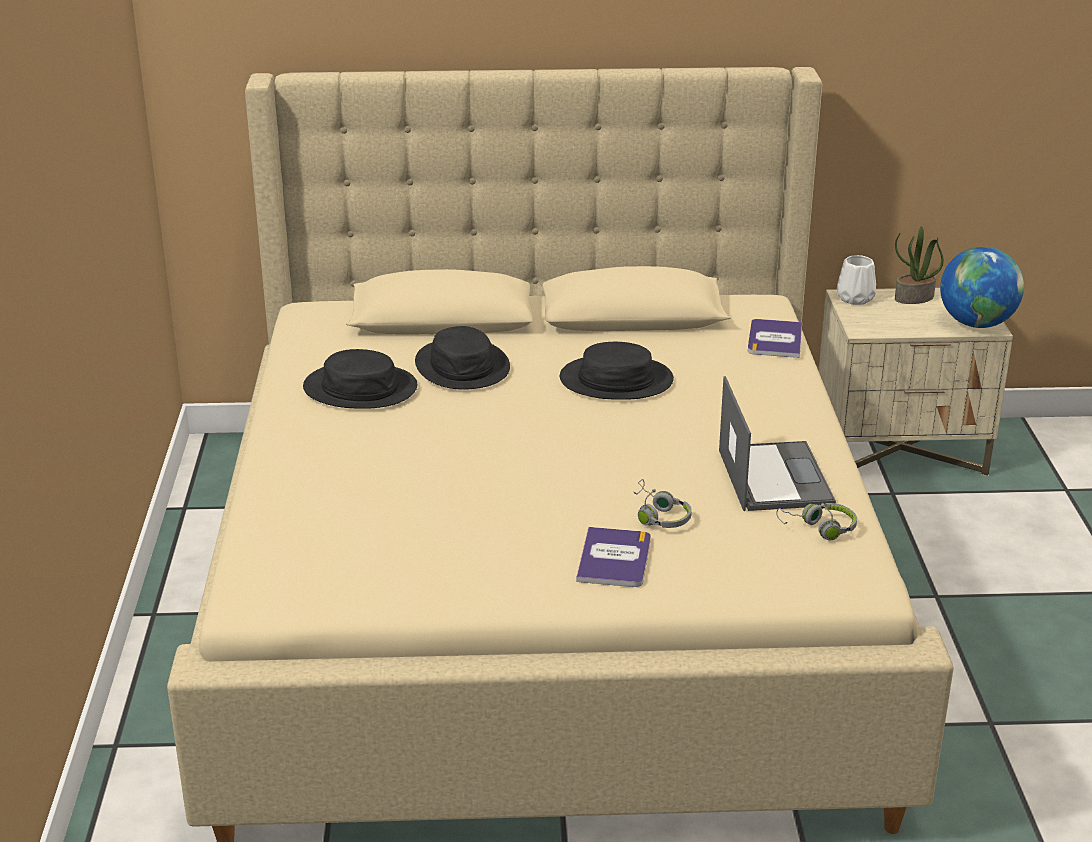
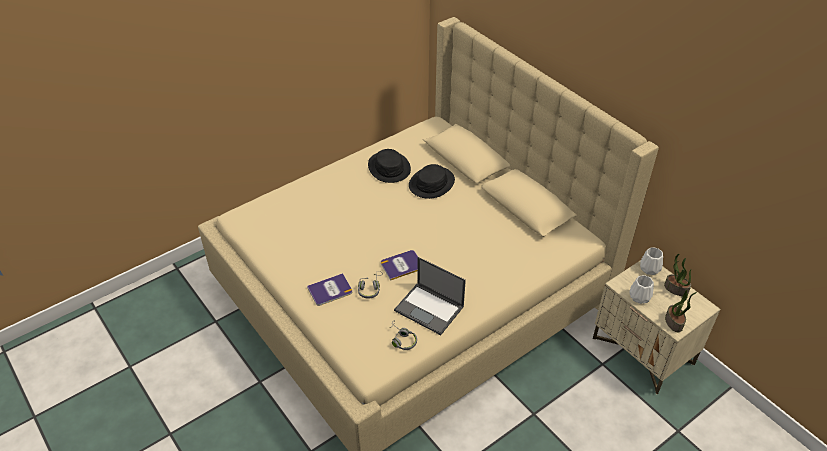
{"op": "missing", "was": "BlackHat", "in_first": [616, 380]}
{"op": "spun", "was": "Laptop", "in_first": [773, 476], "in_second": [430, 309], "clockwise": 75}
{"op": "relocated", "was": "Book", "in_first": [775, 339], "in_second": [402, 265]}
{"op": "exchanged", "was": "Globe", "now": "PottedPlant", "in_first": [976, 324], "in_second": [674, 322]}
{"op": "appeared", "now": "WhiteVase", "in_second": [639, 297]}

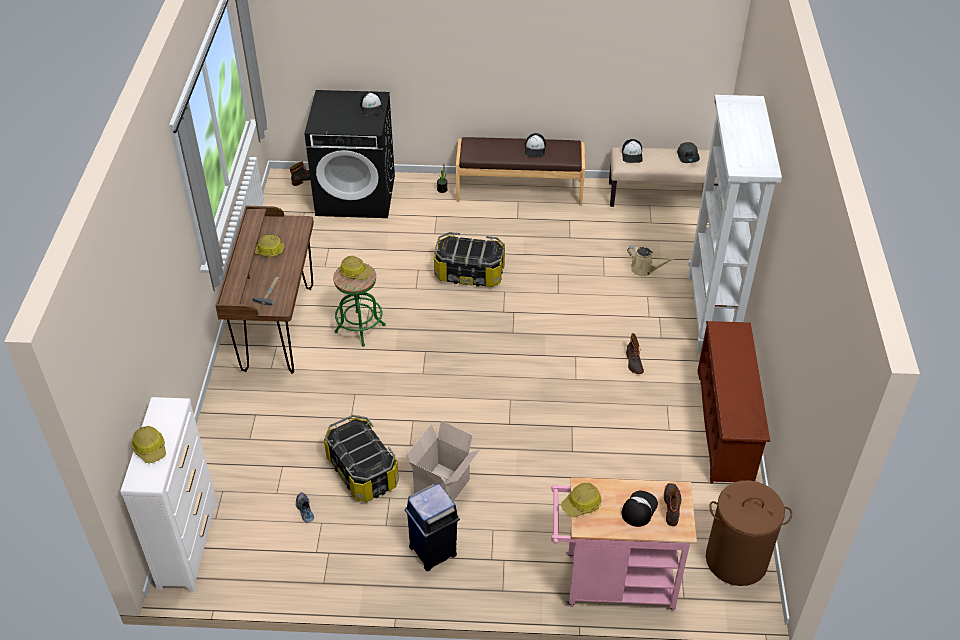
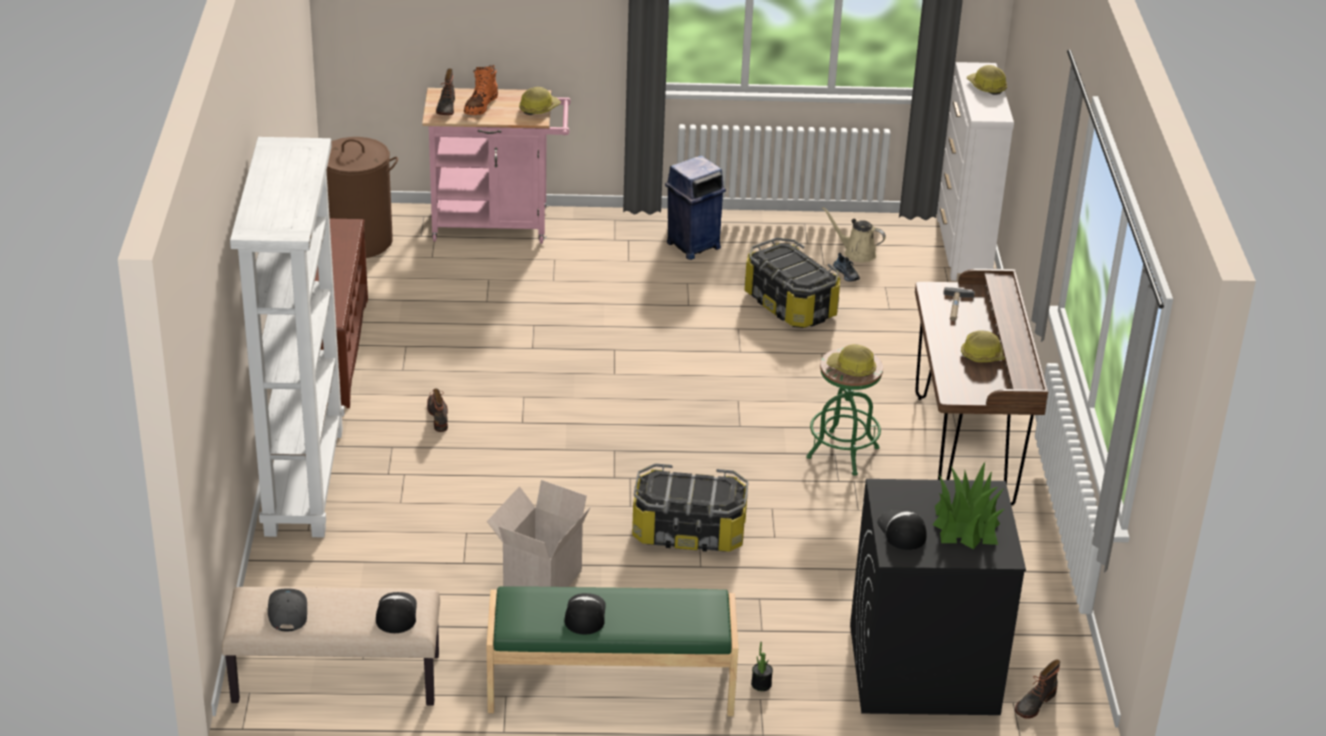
{"op": "relocated", "was": "CardboardBox", "in_first": [443, 488], "in_second": [541, 578]}
{"op": "colour", "was": "BrownBench", "now": "GreenBench", "in_first": [519, 190], "in_second": [611, 687]}
{"op": "exchanged", "was": "Cap", "now": "OrangeBoot", "in_first": [639, 509], "in_second": [480, 105]}
{"op": "relocated", "was": "BeigeWateringCan", "in_first": [644, 270], "in_second": [856, 253]}
{"op": "appeared", "now": "PottedPlant", "in_second": [966, 525]}

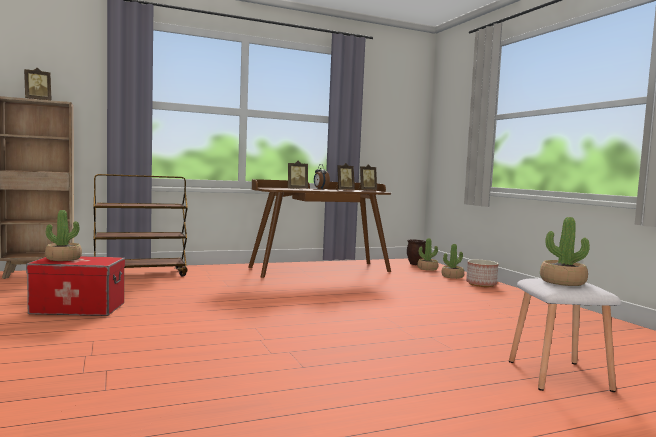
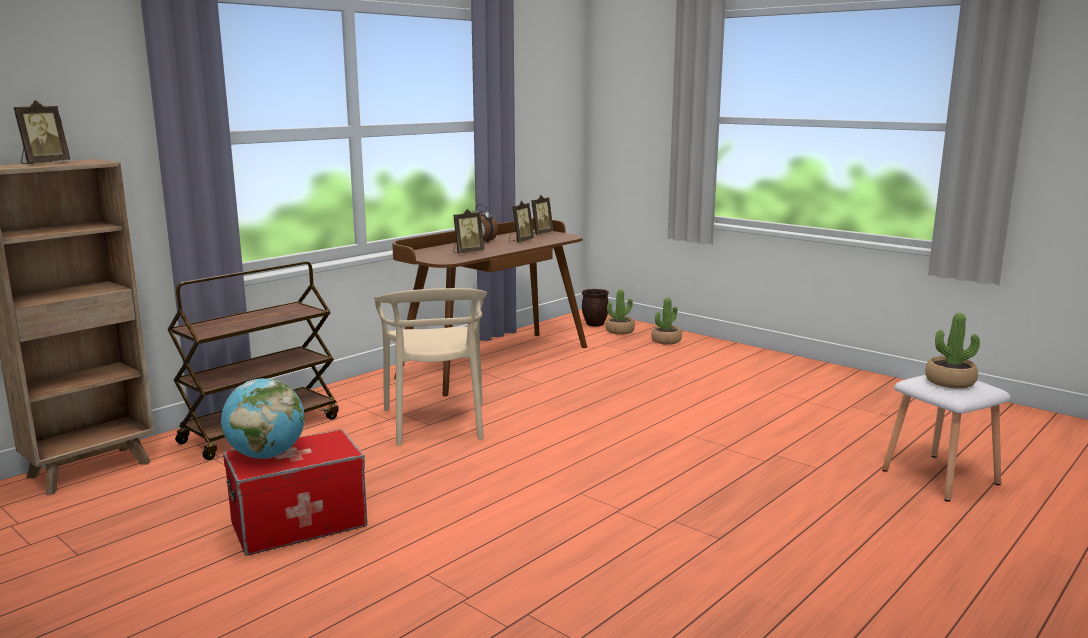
{"op": "exchanged", "was": "PottedPlant", "now": "Globe", "in_first": [63, 258], "in_second": [266, 455]}
{"op": "missing", "was": "Planter", "in_first": [481, 284]}
{"op": "appeared", "now": "BeigeChair", "in_second": [436, 423]}

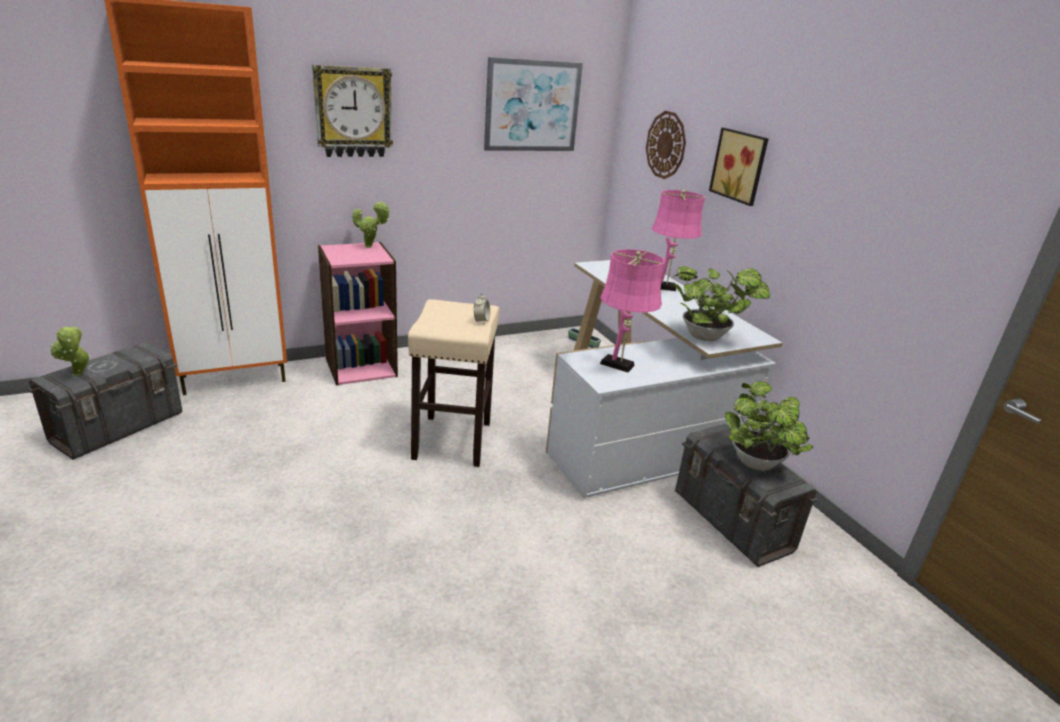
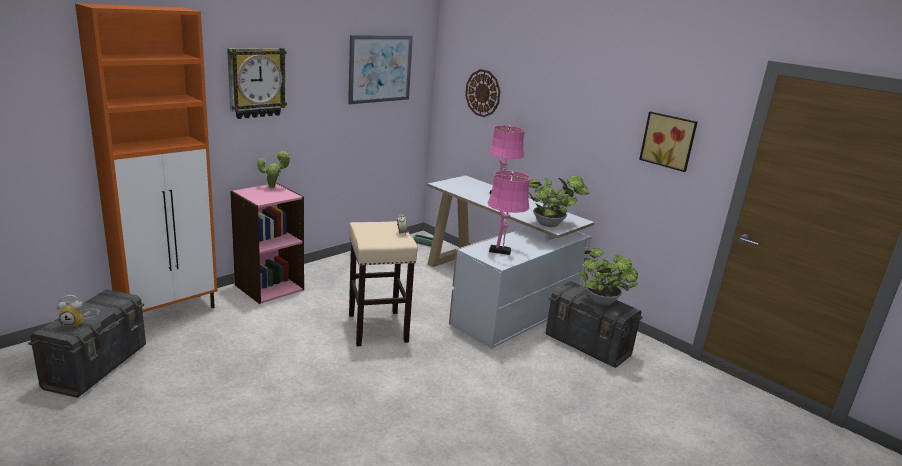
{"op": "exchanged", "was": "PottedPlant", "now": "AlarmClock", "in_first": [78, 375], "in_second": [74, 323]}
{"op": "relocated", "was": "Picture", "in_first": [740, 166], "in_second": [669, 140]}

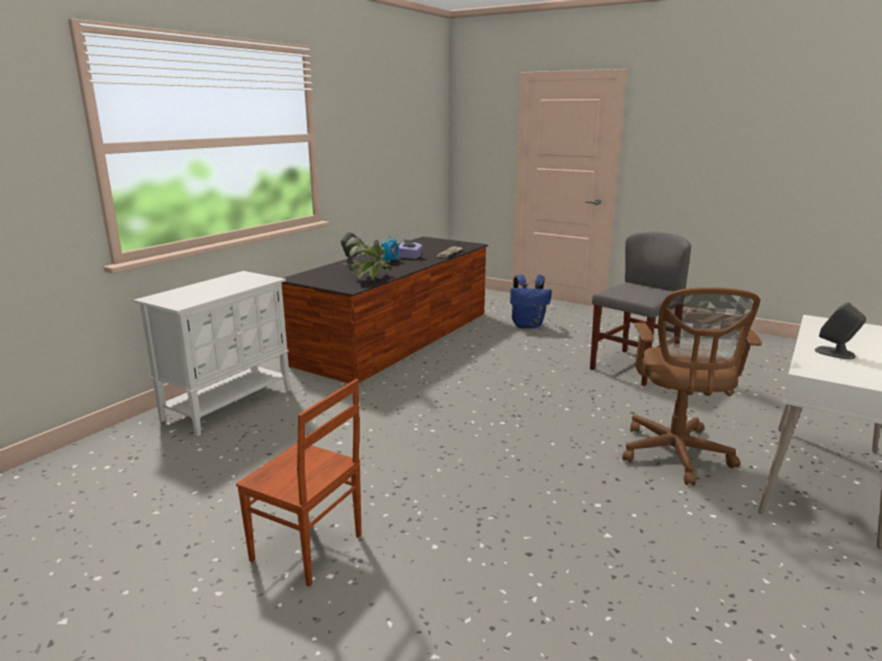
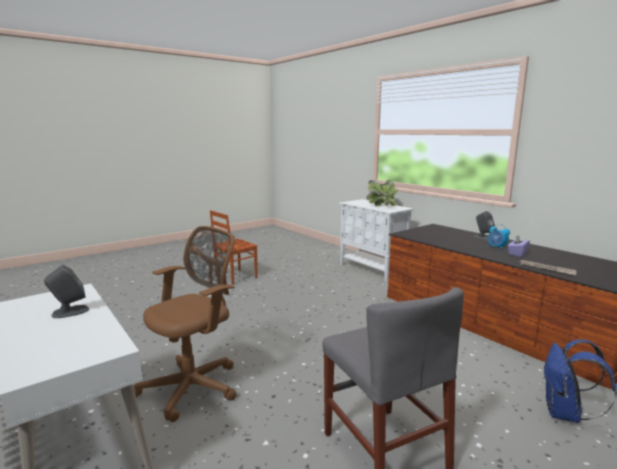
{"op": "relocated", "was": "PottedPlant", "in_first": [370, 278], "in_second": [381, 206]}
{"op": "spun", "was": "BrownOfficeChair", "in_first": [675, 456], "in_second": [194, 386], "clockwise": 105}

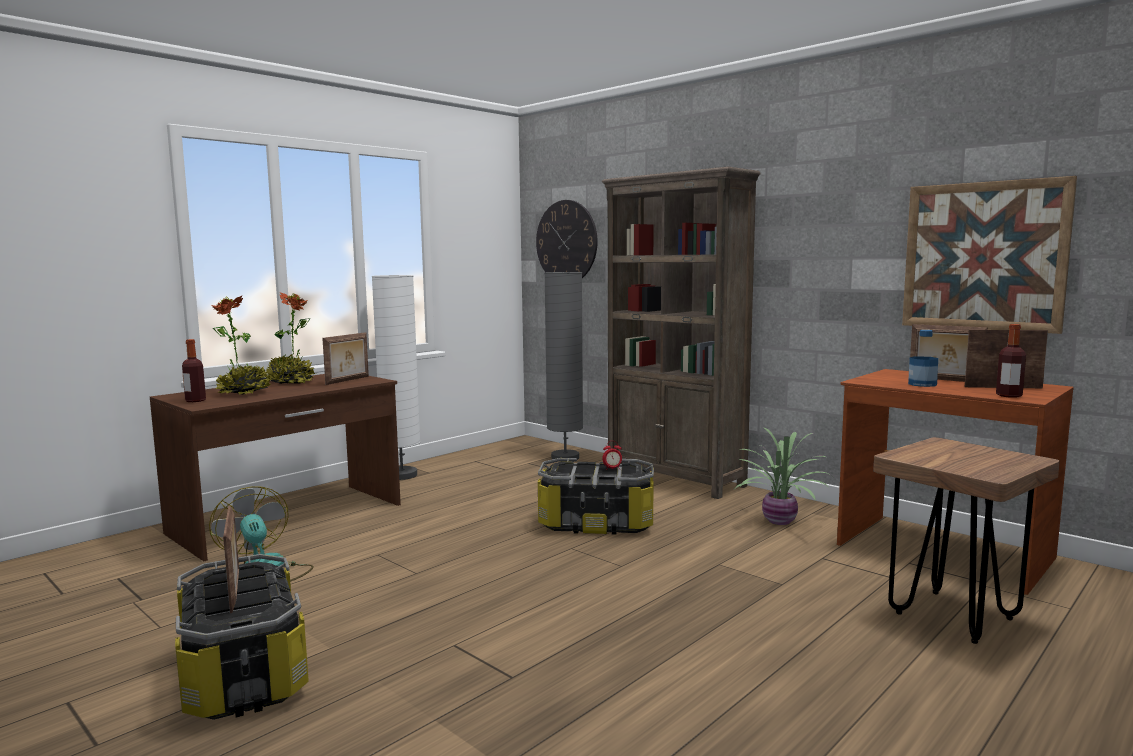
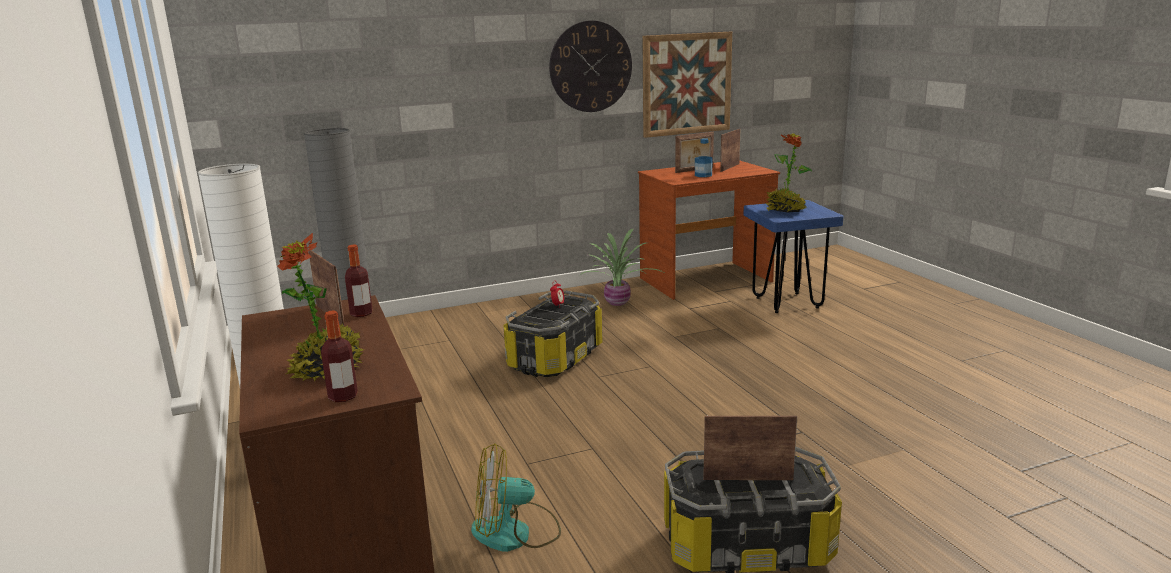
{"op": "relocated", "was": "PottedPlant", "in_first": [291, 382], "in_second": [785, 211]}
{"op": "relocated", "was": "WallClock", "in_first": [566, 242], "in_second": [590, 66]}
{"op": "missing", "was": "BrownBookcase", "in_first": [675, 479]}
{"op": "colour", "was": "BrownStool", "now": "BlueStool", "in_first": [953, 616], "in_second": [786, 303]}
{"op": "relocated", "was": "Bottle", "in_first": [1009, 395], "in_second": [361, 313]}

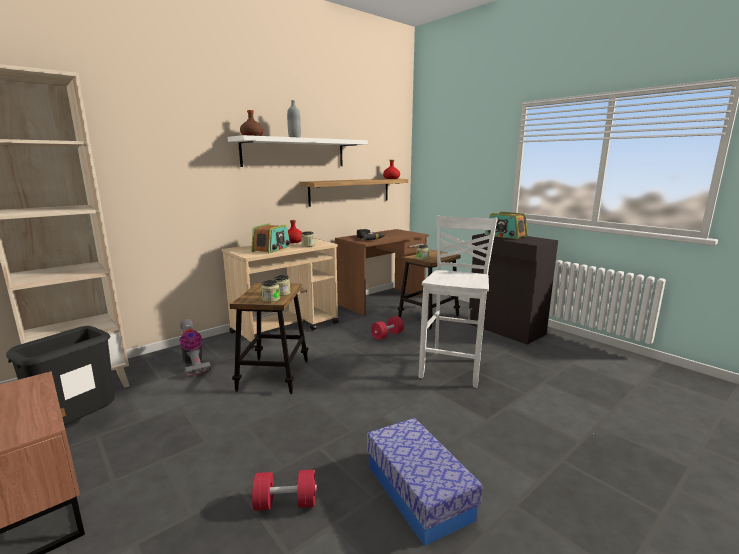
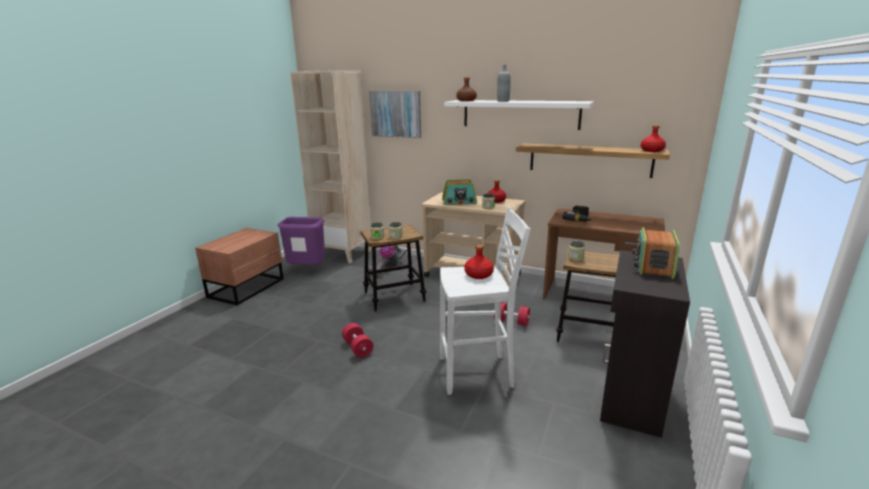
{"op": "colour", "was": "BlackTrashCan", "now": "PurpleTrashCan", "in_first": [79, 427], "in_second": [307, 270]}
{"op": "relocated", "was": "RedDumbbell", "in_first": [285, 503], "in_second": [358, 348]}
{"op": "missing", "was": "StorageBox", "in_first": [418, 492]}
{"op": "appeared", "now": "Picture", "in_second": [396, 114]}
{"op": "appeared", "now": "RedBottle", "in_second": [478, 275]}

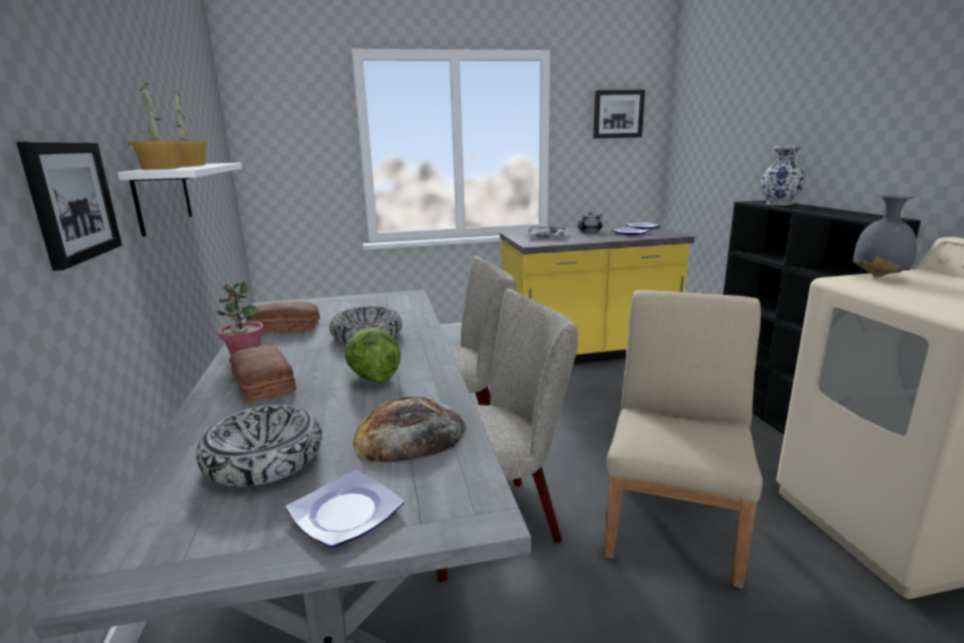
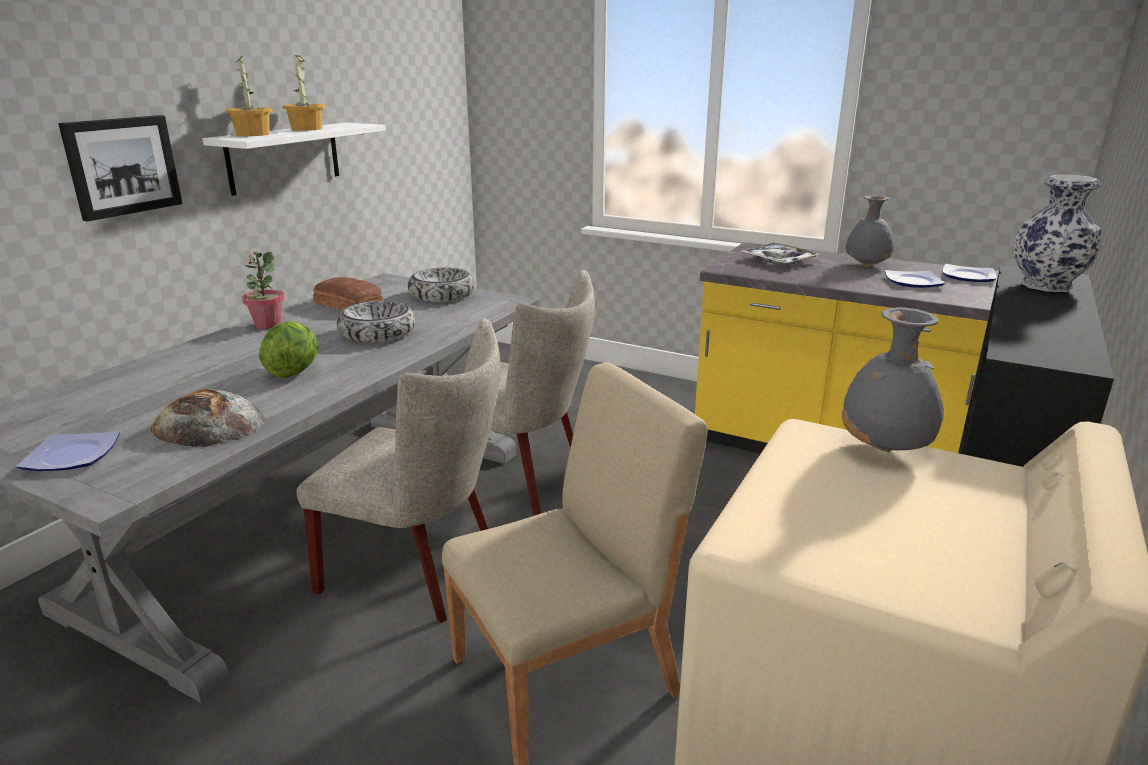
{"op": "relocated", "was": "Bowl", "in_first": [264, 459], "in_second": [442, 295]}
{"op": "missing", "was": "Bread", "in_first": [261, 384]}
{"op": "exchanged", "was": "GreyTeapot", "now": "GreyVase", "in_first": [590, 231], "in_second": [866, 265]}
{"op": "missing", "was": "Picture", "in_first": [618, 114]}

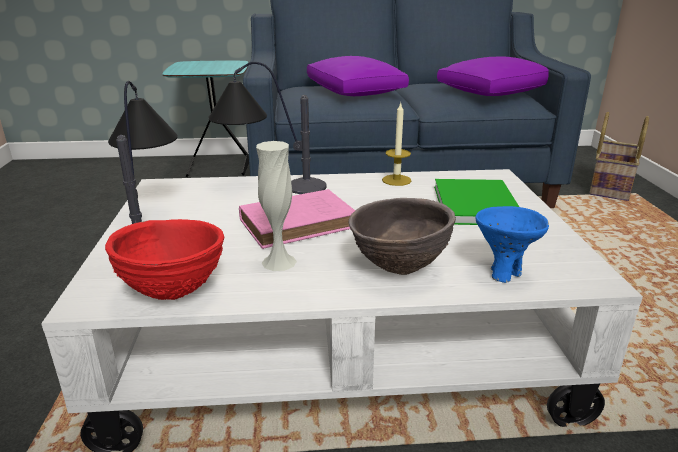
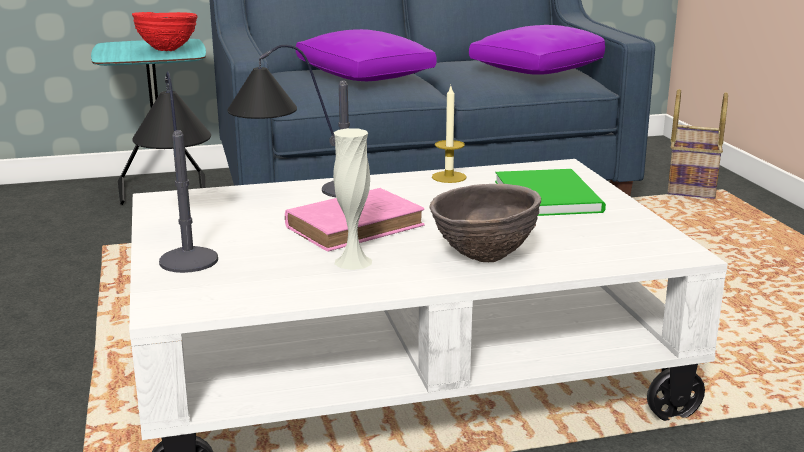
{"op": "relocated", "was": "RedBowl", "in_first": [174, 292], "in_second": [167, 50]}
{"op": "missing", "was": "BlueBowl", "in_first": [504, 273]}

